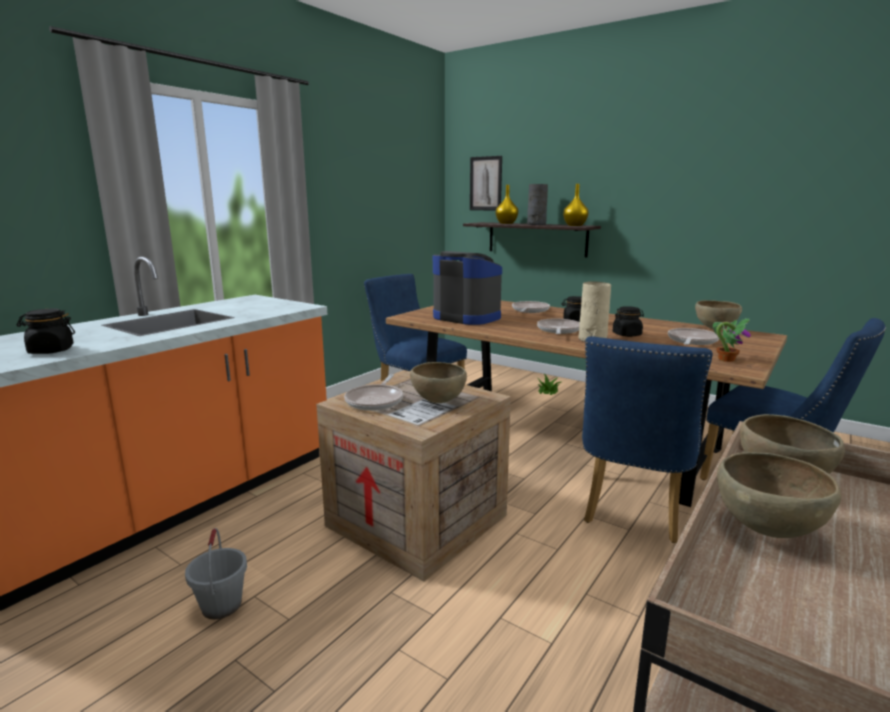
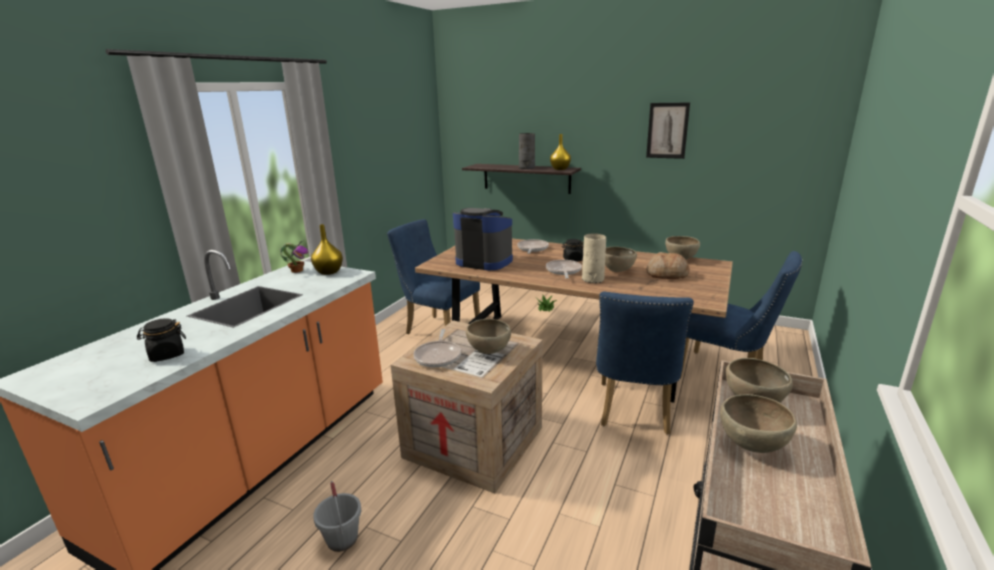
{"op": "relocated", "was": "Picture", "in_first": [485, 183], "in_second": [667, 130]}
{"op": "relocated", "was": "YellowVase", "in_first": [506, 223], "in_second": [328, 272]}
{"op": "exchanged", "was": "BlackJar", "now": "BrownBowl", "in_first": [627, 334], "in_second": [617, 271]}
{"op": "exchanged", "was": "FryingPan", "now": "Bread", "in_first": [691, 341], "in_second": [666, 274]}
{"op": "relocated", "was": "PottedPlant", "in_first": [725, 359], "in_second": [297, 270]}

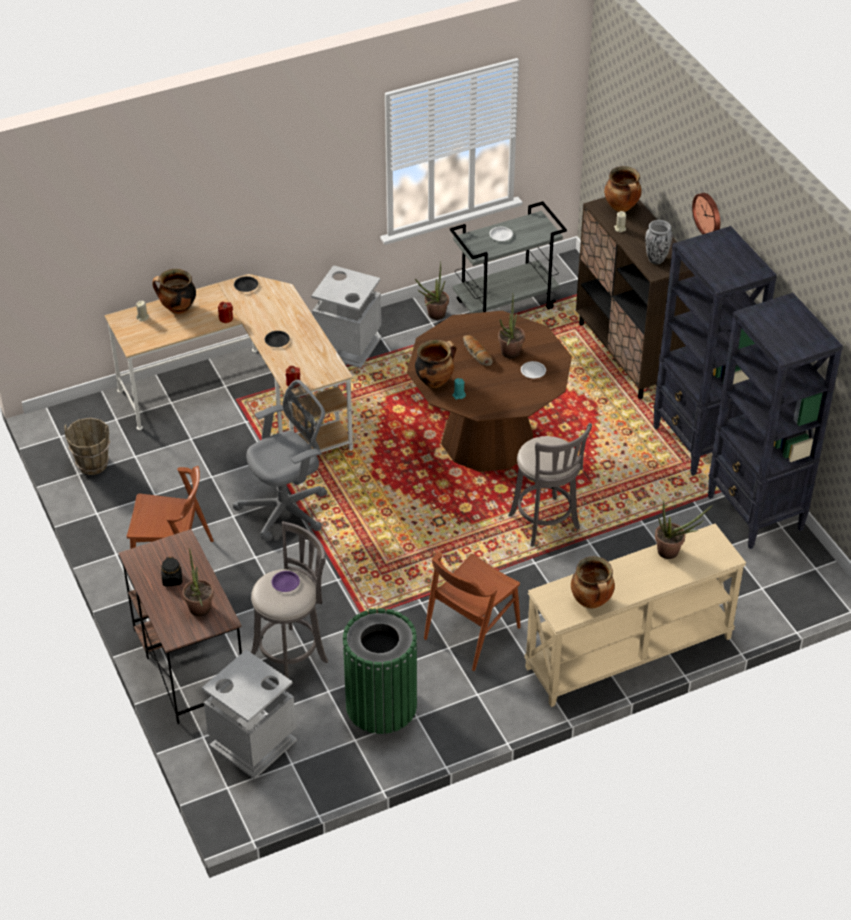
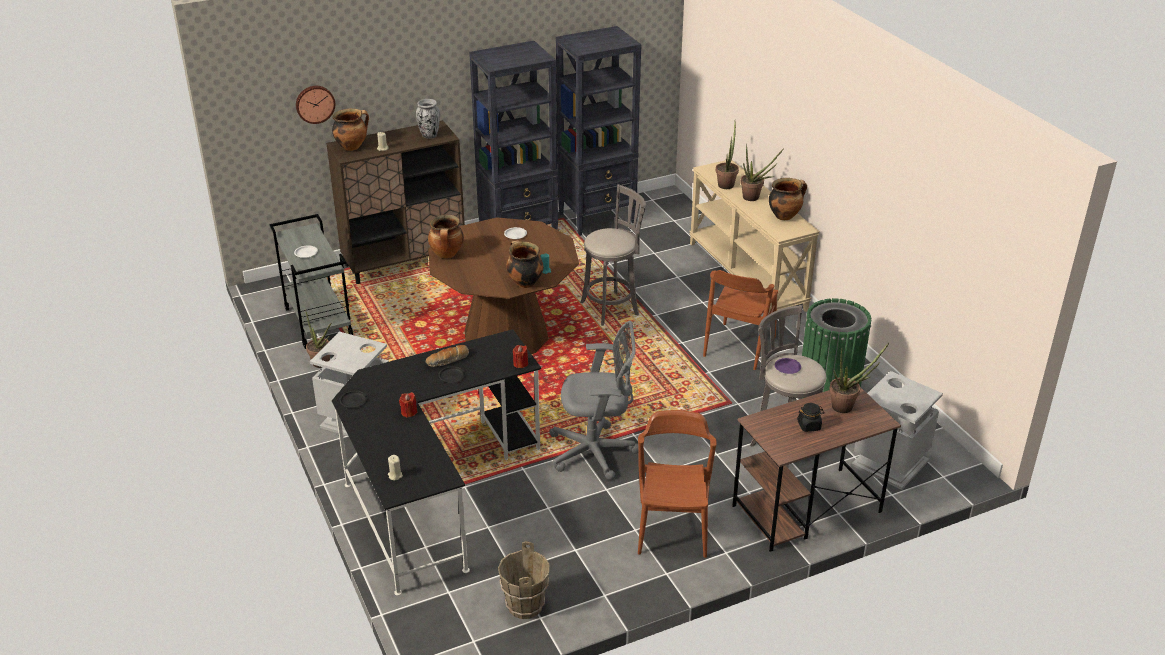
{"op": "colour", "was": "BeigeDesk", "now": "BlackDesk", "in_first": [245, 401], "in_second": [431, 488]}
{"op": "relocated", "was": "CookingPot", "in_first": [177, 308], "in_second": [447, 255]}
{"op": "spun", "was": "GreyOfficeChair", "in_first": [288, 509], "in_second": [596, 452], "clockwise": 120}
{"op": "spun", "was": "BrownChair", "in_first": [471, 633], "in_second": [739, 346], "clockwise": 75}
{"op": "relocated", "was": "Bread", "in_first": [476, 354], "in_second": [448, 361]}
{"op": "relocated", "was": "PottedPlant", "in_first": [509, 355], "in_second": [754, 198]}
{"op": "relocated", "was": "WallClock", "in_first": [708, 214], "in_second": [315, 103]}

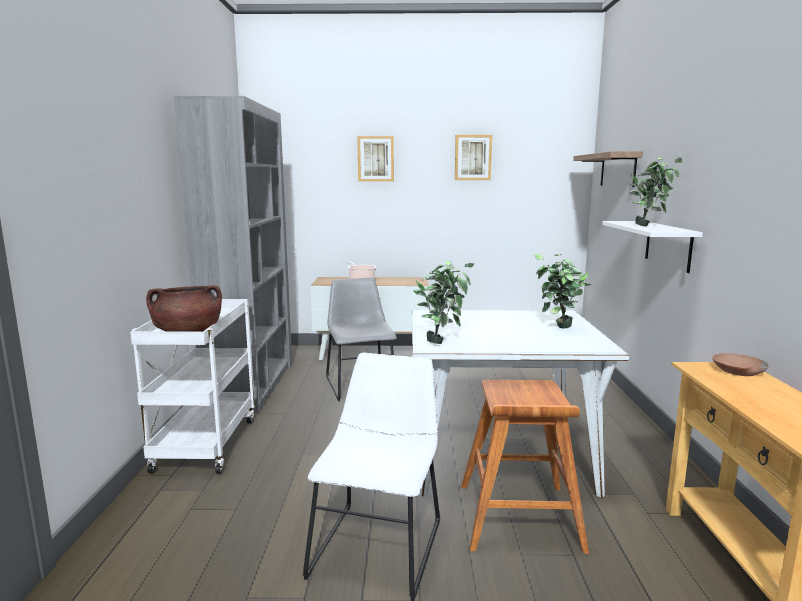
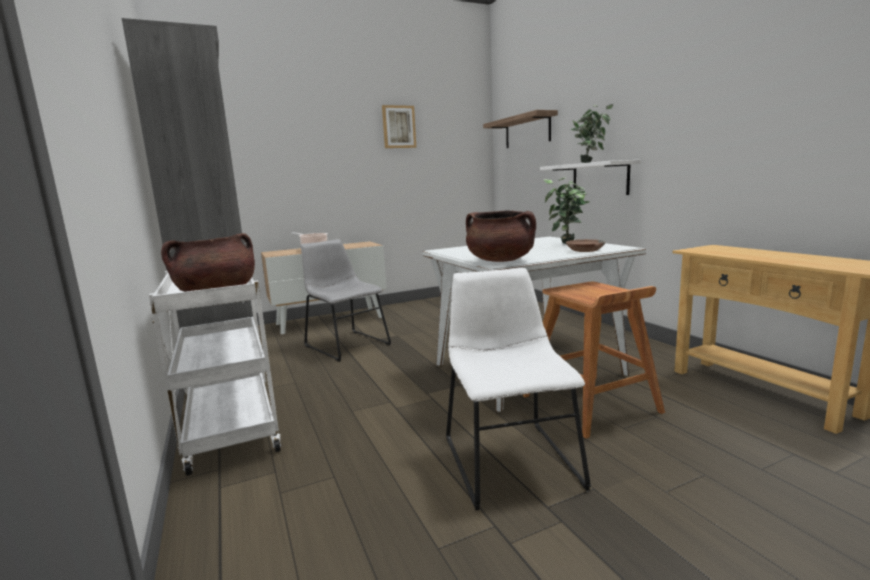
{"op": "missing", "was": "Picture", "in_first": [375, 159]}
{"op": "exchanged", "was": "PottedPlant", "now": "BrownCookingPot", "in_first": [442, 341], "in_second": [500, 260]}
{"op": "relocated", "was": "BrownBowl", "in_first": [737, 371], "in_second": [584, 250]}

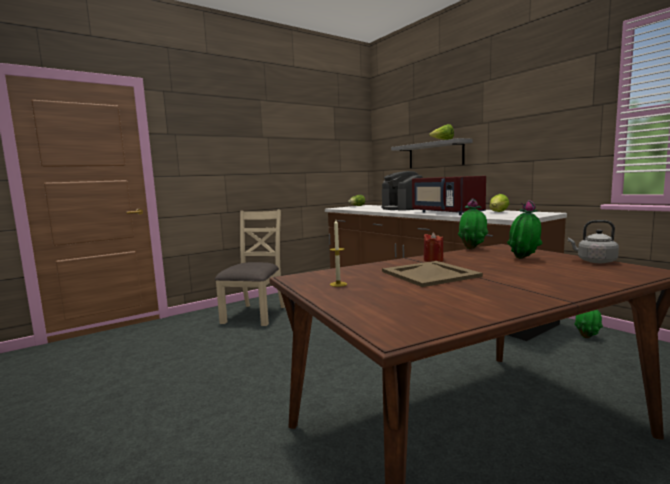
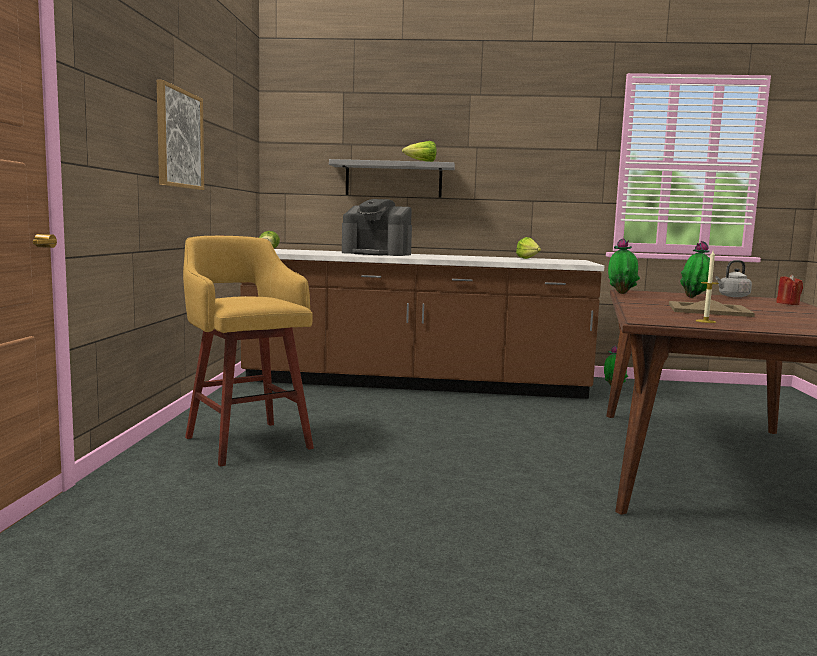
{"op": "exchanged", "was": "BeigeChair", "now": "YellowStool", "in_first": [255, 314], "in_second": [247, 441]}
{"op": "missing", "was": "RedMicrowave", "in_first": [445, 213]}
{"op": "relocated", "was": "RedCandle", "in_first": [433, 260], "in_second": [788, 303]}
{"op": "appeared", "now": "Picture", "in_second": [179, 139]}

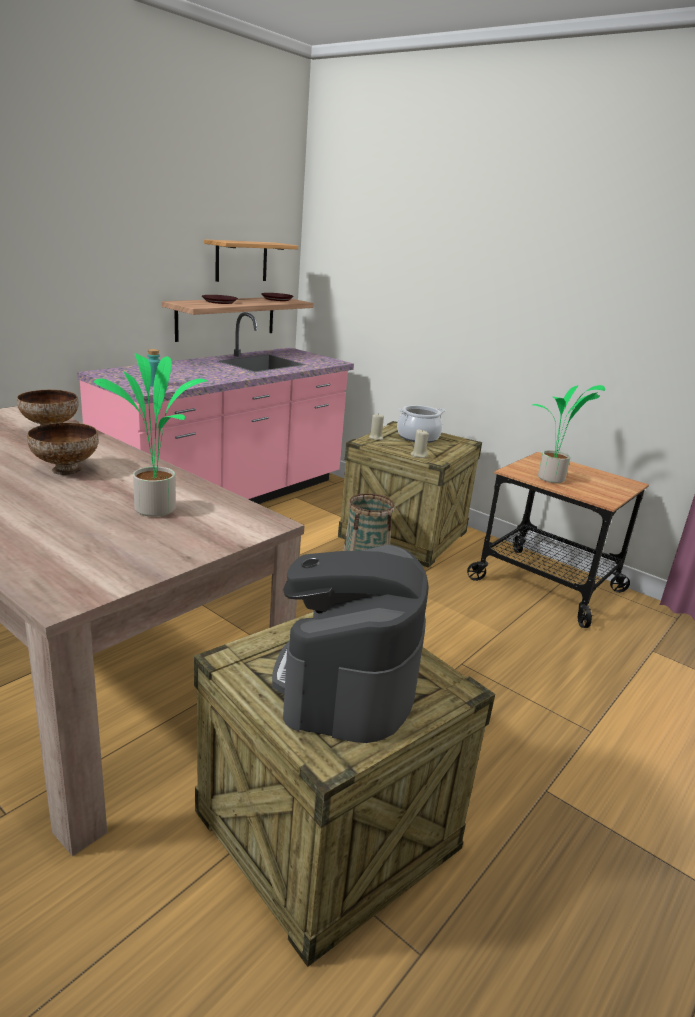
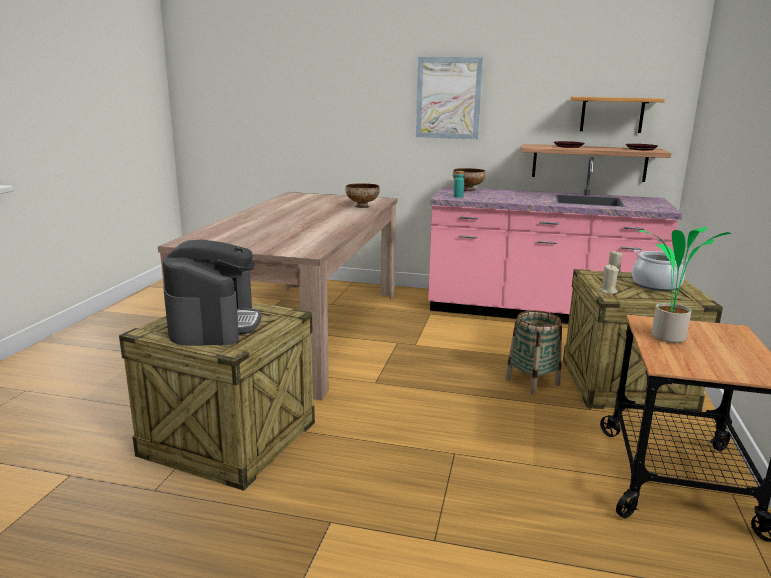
{"op": "relocated", "was": "Bowl", "in_first": [67, 469], "in_second": [468, 190]}
{"op": "missing", "was": "PottedPlant", "in_first": [157, 508]}
{"op": "spun", "was": "CoffeeMachine", "in_first": [347, 681], "in_second": [214, 324], "clockwise": 105}
{"op": "appeared", "now": "Picture", "in_second": [448, 98]}

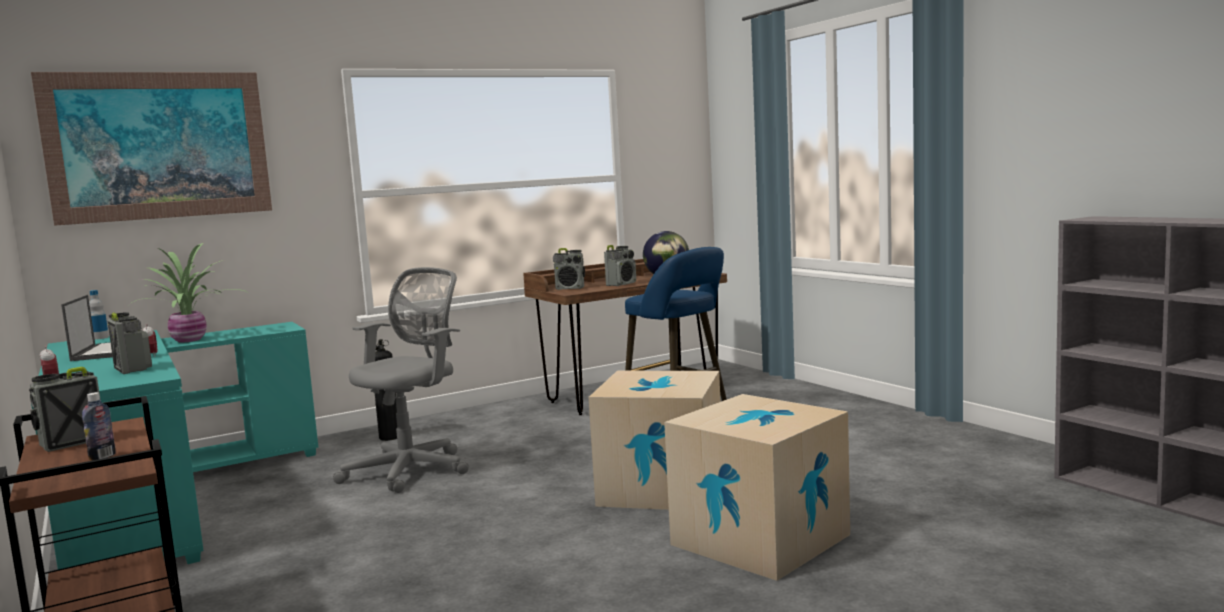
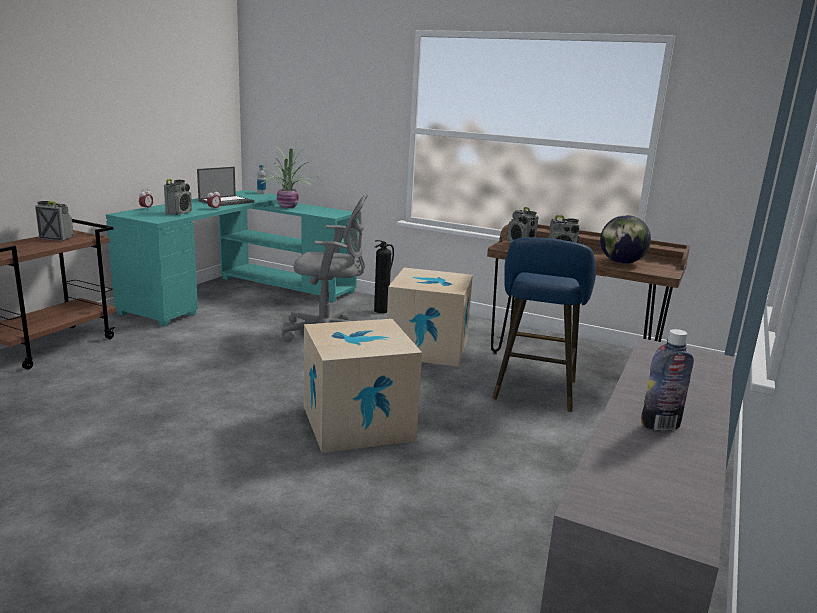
{"op": "missing", "was": "Picture", "in_first": [159, 145]}
{"op": "relocated", "was": "Bottle", "in_first": [102, 457], "in_second": [660, 425]}
{"op": "relocated", "was": "CardboardBox", "in_first": [760, 539], "in_second": [427, 348]}

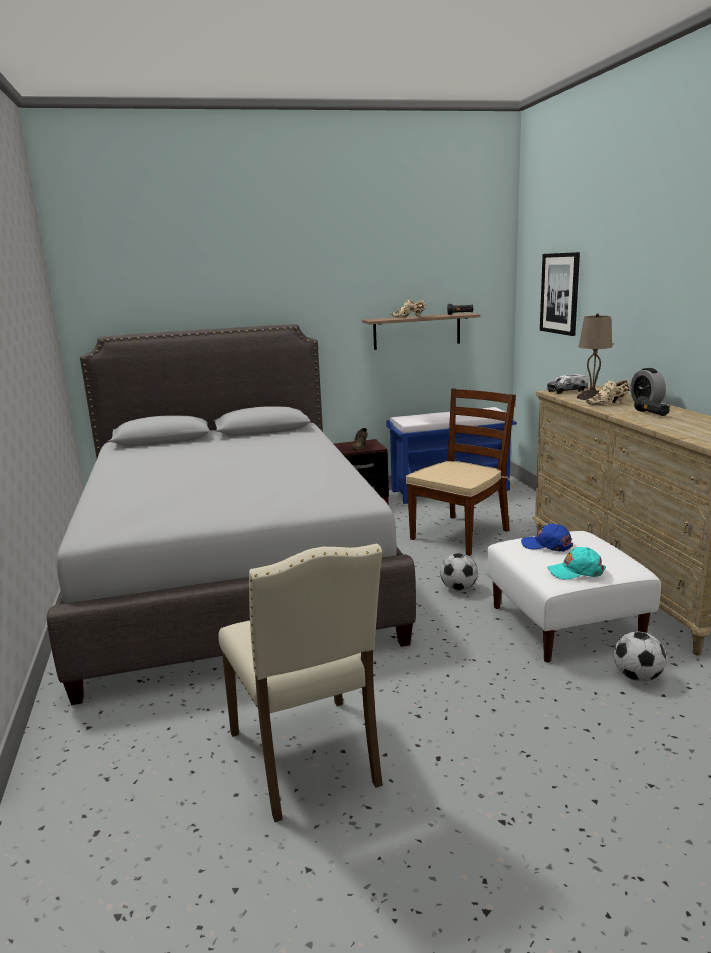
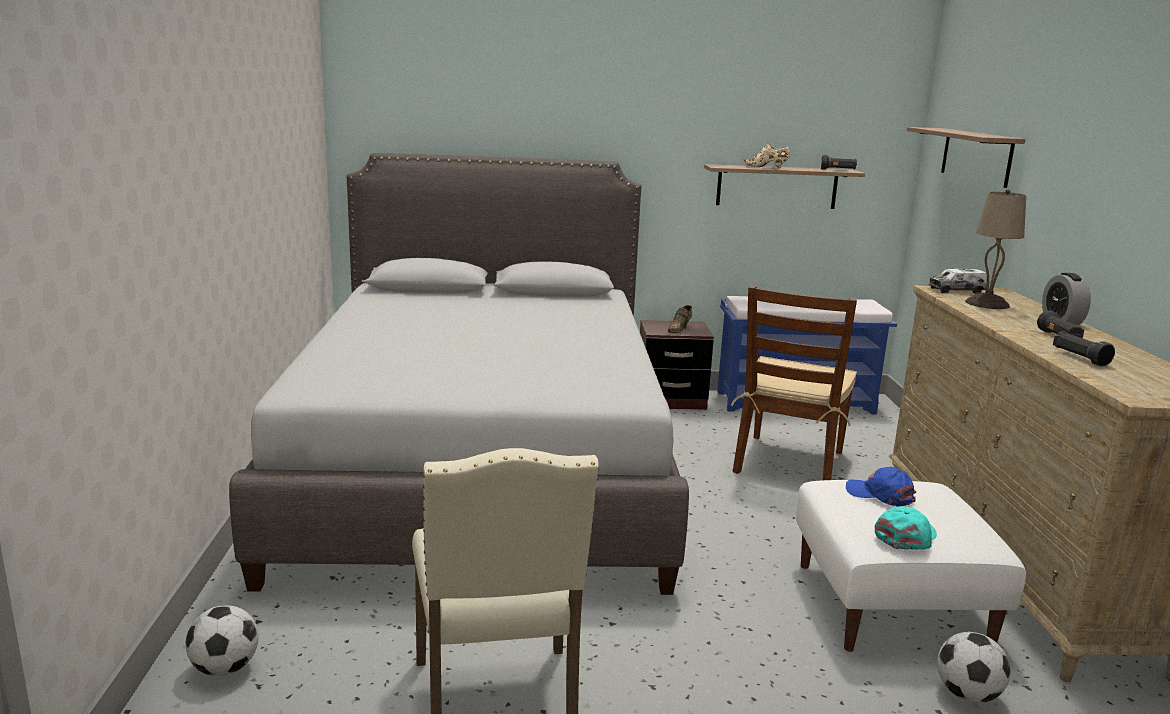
{"op": "spun", "was": "BrownChair", "in_first": [460, 534], "in_second": [789, 462], "clockwise": 150}
{"op": "relocated", "was": "Football", "in_first": [458, 588], "in_second": [225, 668]}
{"op": "exchanged", "was": "Picture", "now": "Shelf", "in_first": [560, 293], "in_second": [976, 156]}
{"op": "spun", "was": "TurquoiseCap", "in_first": [576, 571], "in_second": [906, 536], "clockwise": 120}
{"op": "missing", "was": "BeigeShoe", "in_first": [608, 403]}
{"op": "appeared", "now": "BlackFlashlight", "in_second": [1079, 358]}

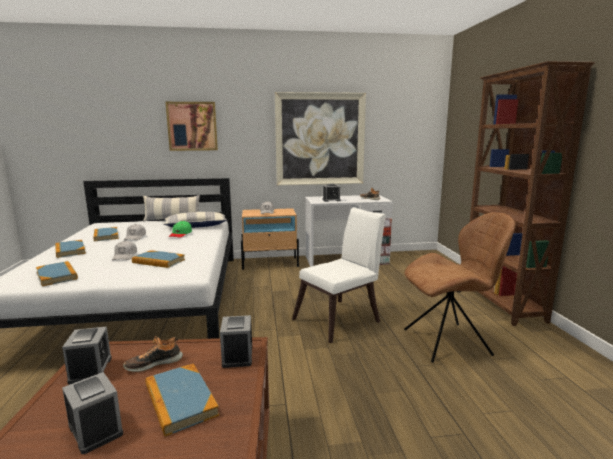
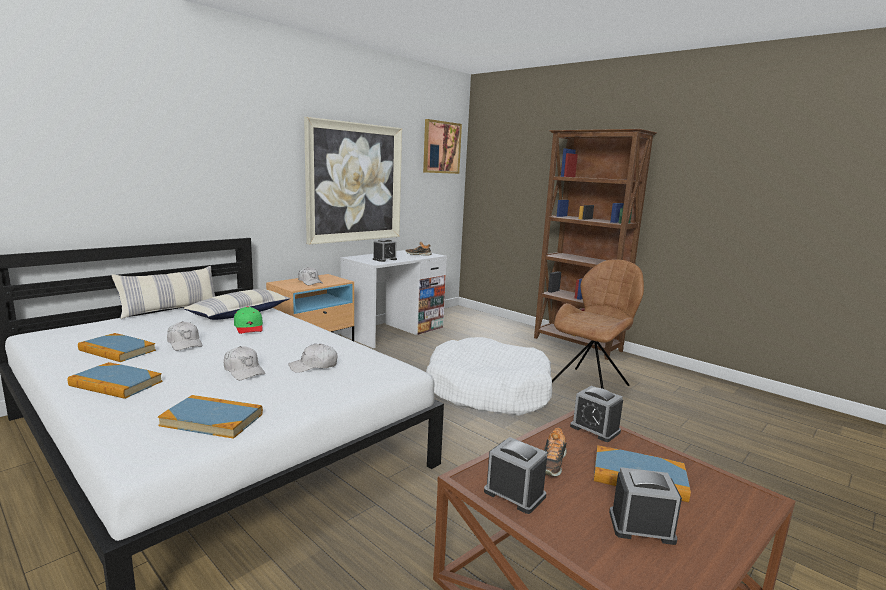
{"op": "exchanged", "was": "Book", "now": "WhiteCap", "in_first": [158, 261], "in_second": [314, 366]}
{"op": "relocated", "was": "Picture", "in_first": [192, 126], "in_second": [441, 147]}
{"op": "exchanged", "was": "WhiteChair", "now": "WhiteDogBed", "in_first": [341, 319], "in_second": [488, 391]}

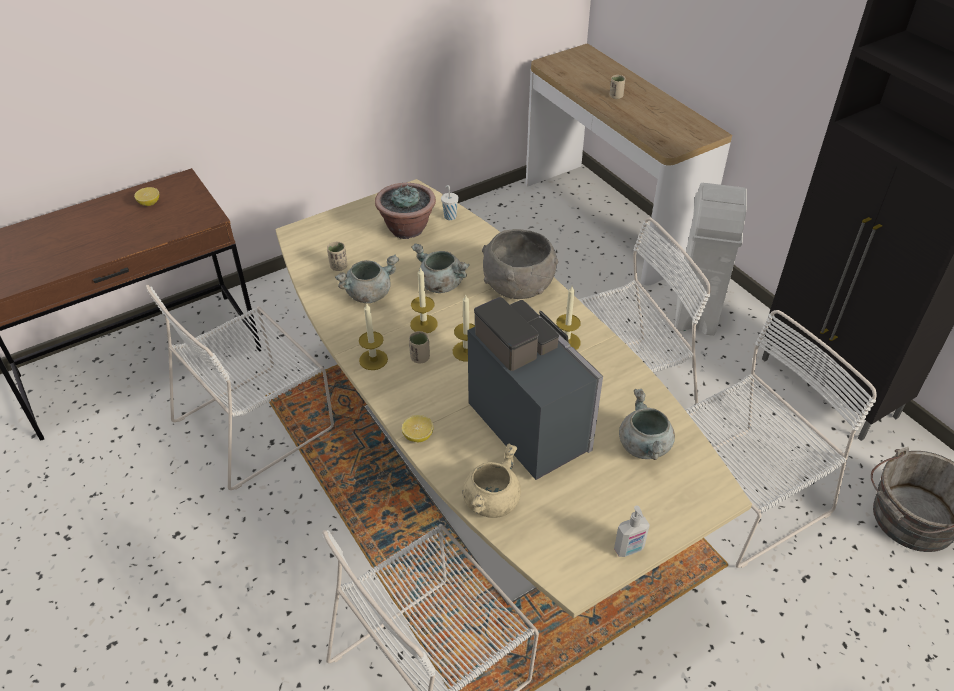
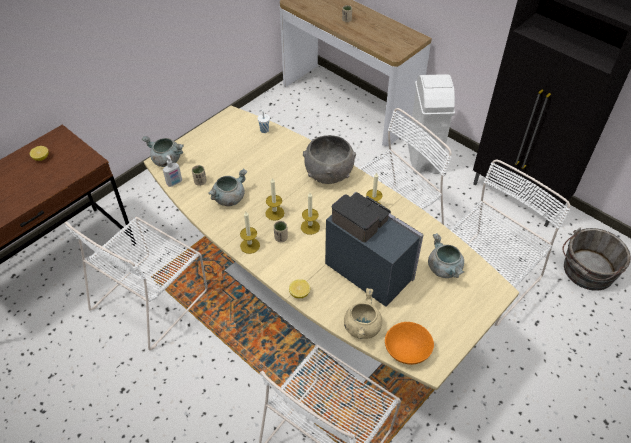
{"op": "missing", "was": "PottedPlant", "in_first": [407, 229]}
{"op": "relocated", "was": "GreyCookingPot", "in_first": [440, 284], "in_second": [166, 160]}
{"op": "relocated", "was": "SoapDispenser", "in_first": [629, 549], "in_second": [174, 183]}
{"op": "appeared", "now": "OrangeBowl", "in_second": [407, 351]}

